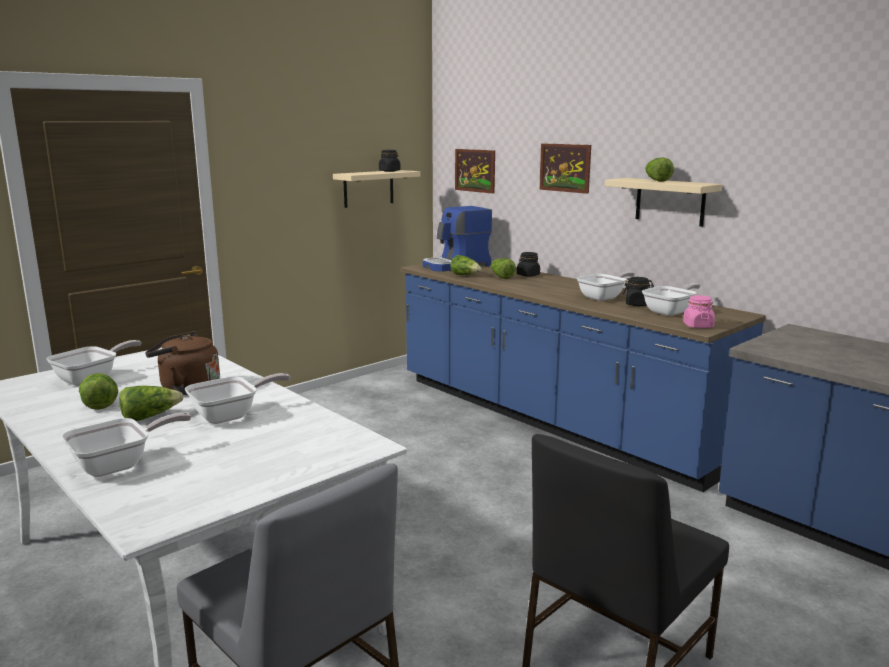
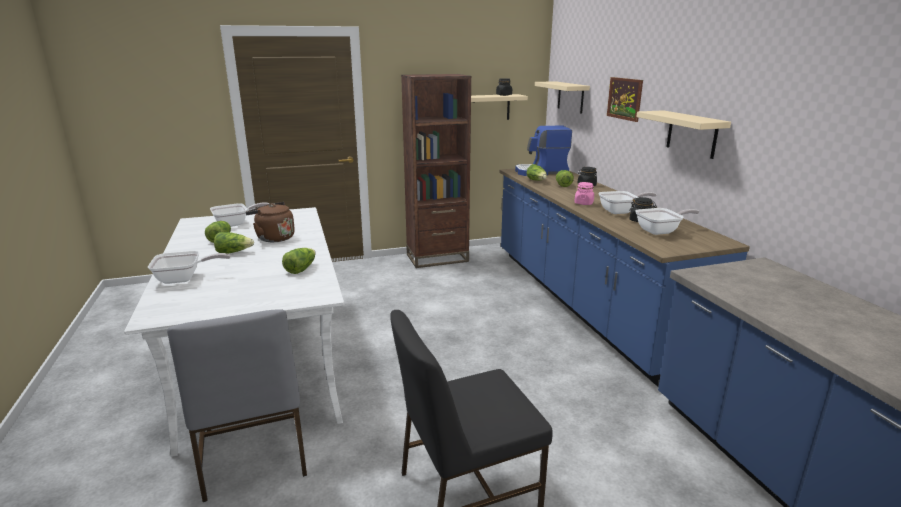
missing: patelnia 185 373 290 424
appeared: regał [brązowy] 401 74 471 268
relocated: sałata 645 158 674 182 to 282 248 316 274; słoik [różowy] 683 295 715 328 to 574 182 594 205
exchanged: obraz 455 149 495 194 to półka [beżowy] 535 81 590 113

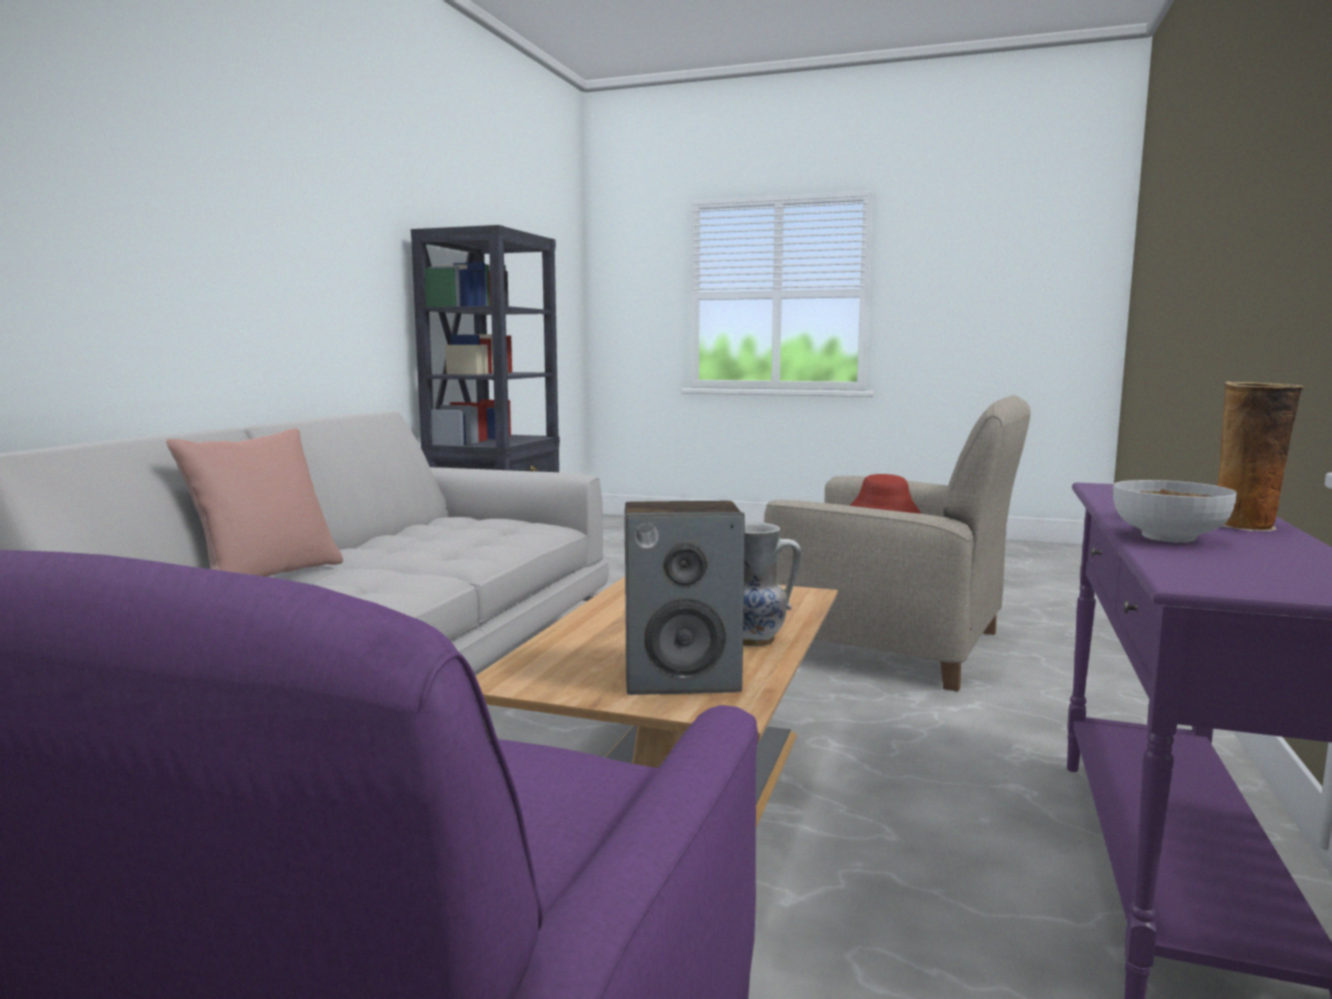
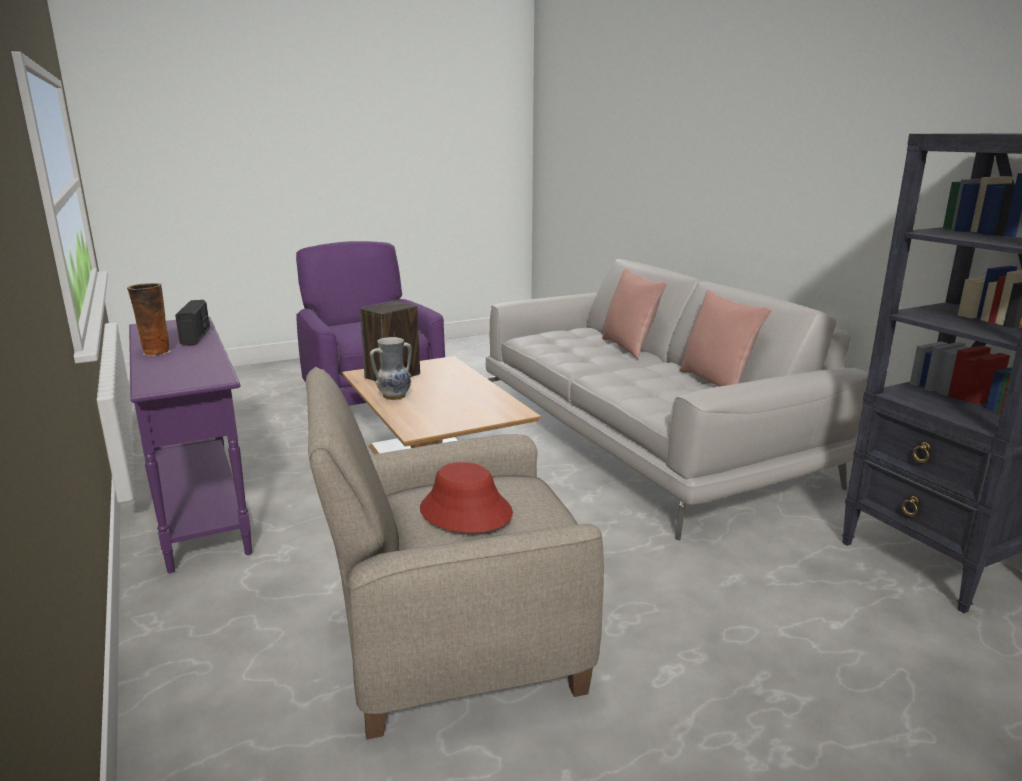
appeared: poduszka [różowy] 680 289 771 387
exchanged: miska 1113 480 1237 543 to radio 175 300 210 346

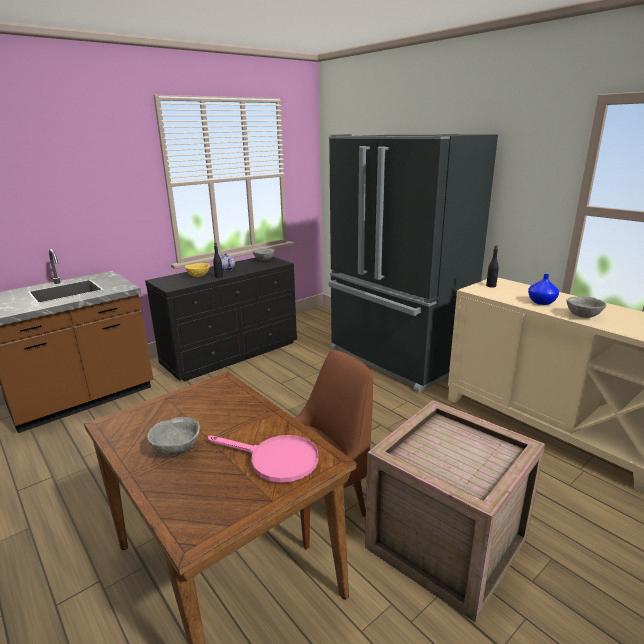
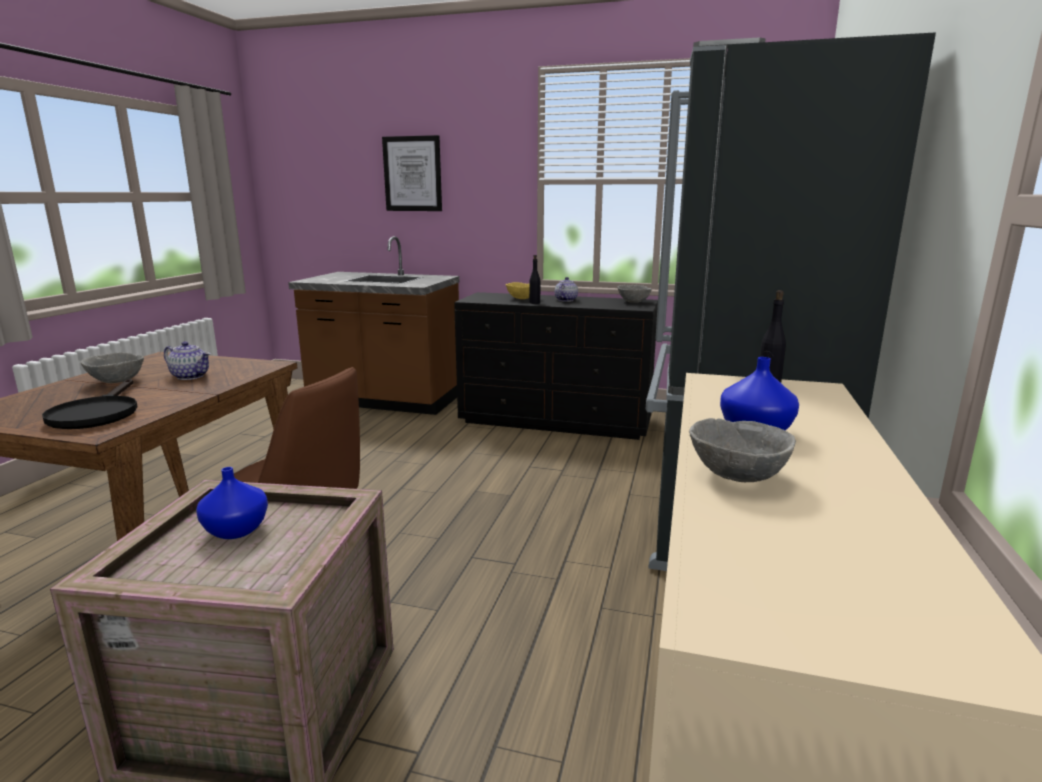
appeared: imbryk 164 341 210 380; wazon [niebieski] 196 467 268 539; obraz 382 135 442 211
colour: patelnia [różowy] 208 435 319 483 to patelnia [czarny] 42 379 138 429

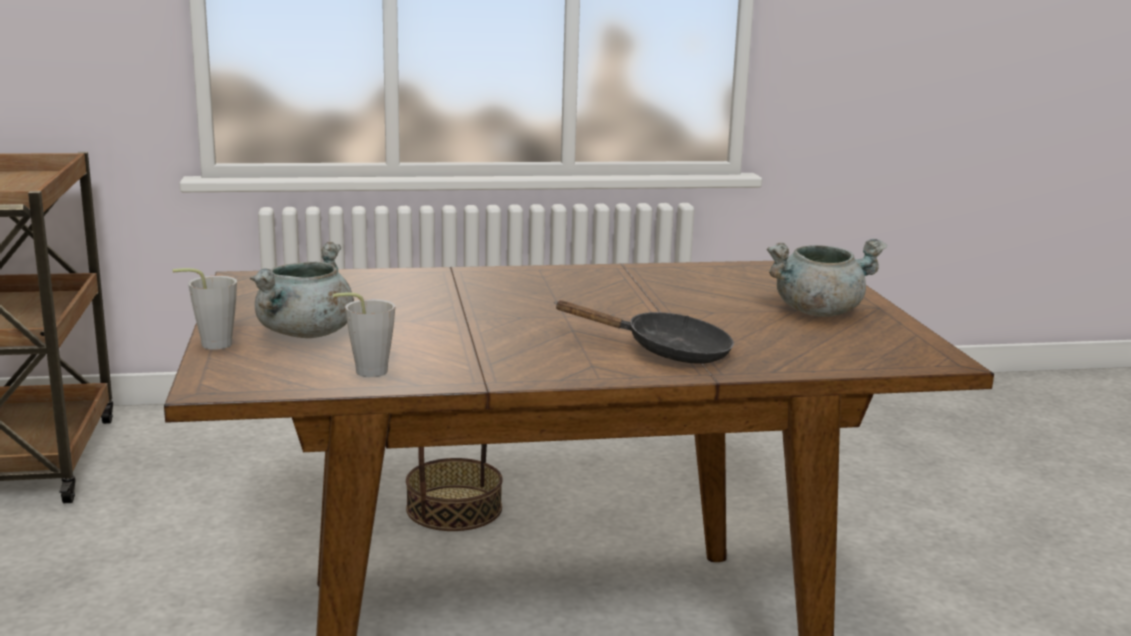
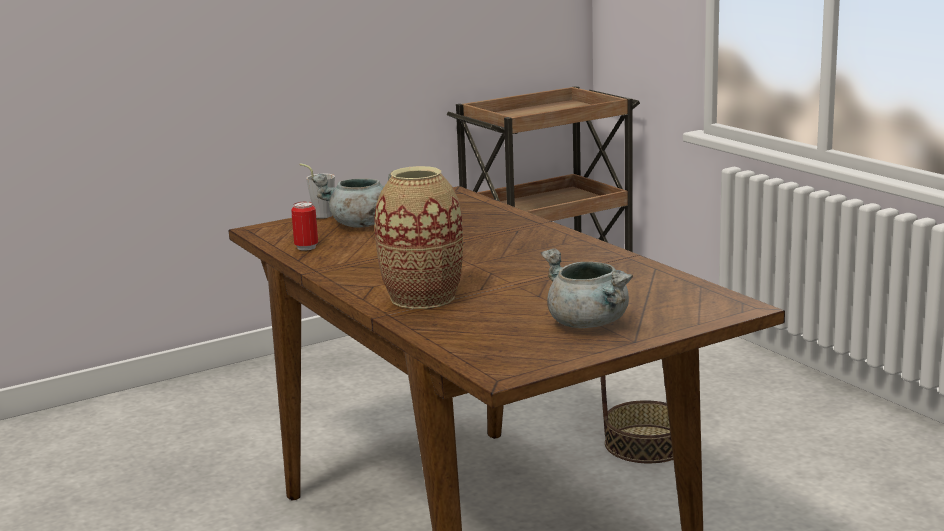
exchanged: filiżanka [szary] 333 292 395 377 to puszka 291 202 318 251; patelnia [czarny] 554 300 734 364 to wazon 374 166 463 309

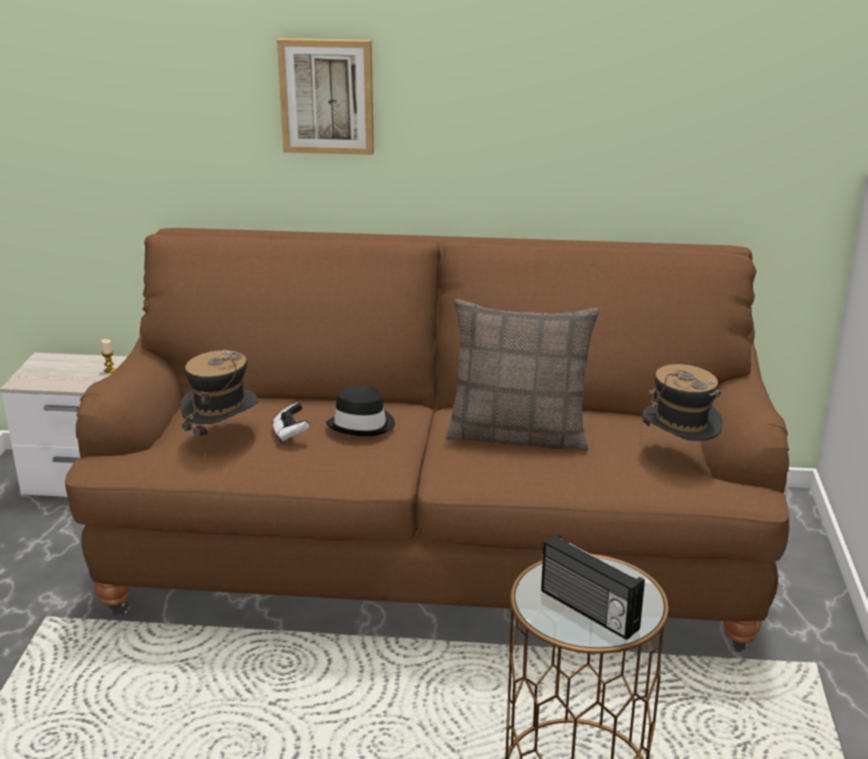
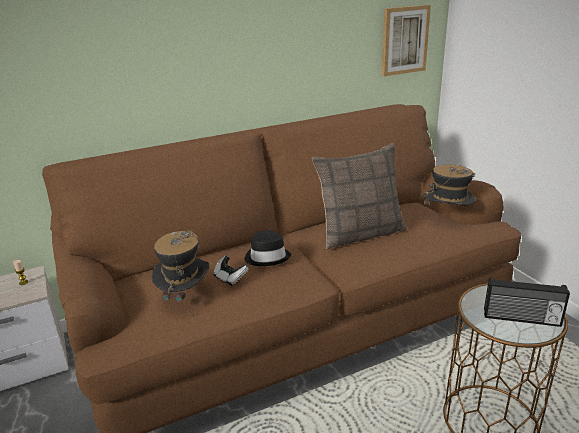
relocated: obraz 277 38 374 155 to 381 5 431 76

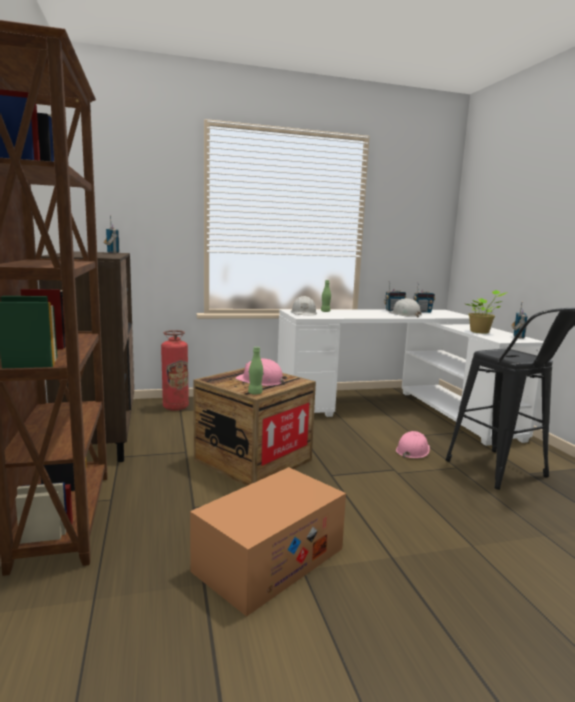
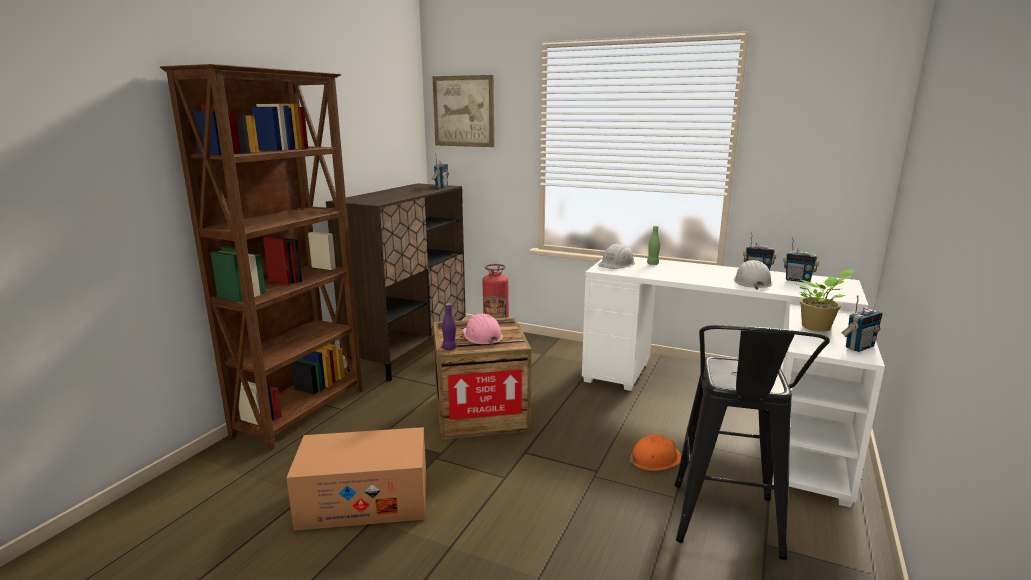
appeared: obraz 432 75 494 147
colour: butelka [zielony] 248 347 263 395 to butelka [fioletowy] 442 304 457 350; kask [różowy] 396 431 430 459 to kask [pomarańczowy] 630 435 682 471

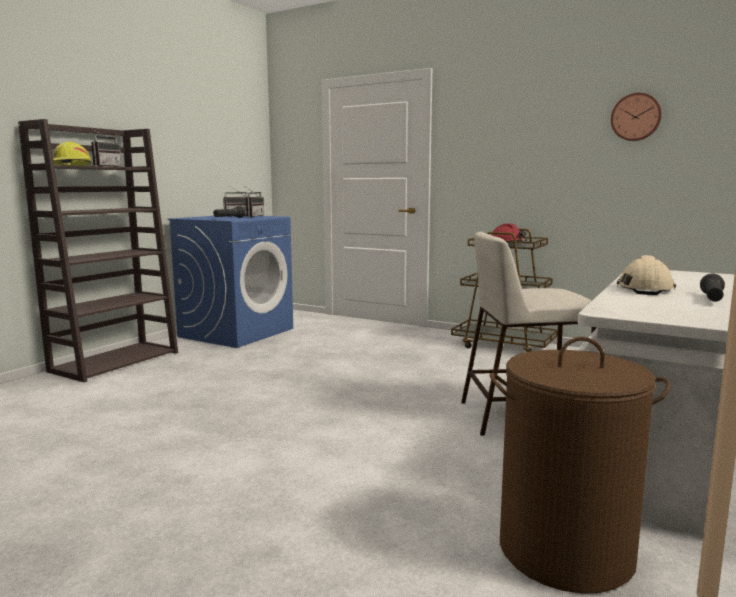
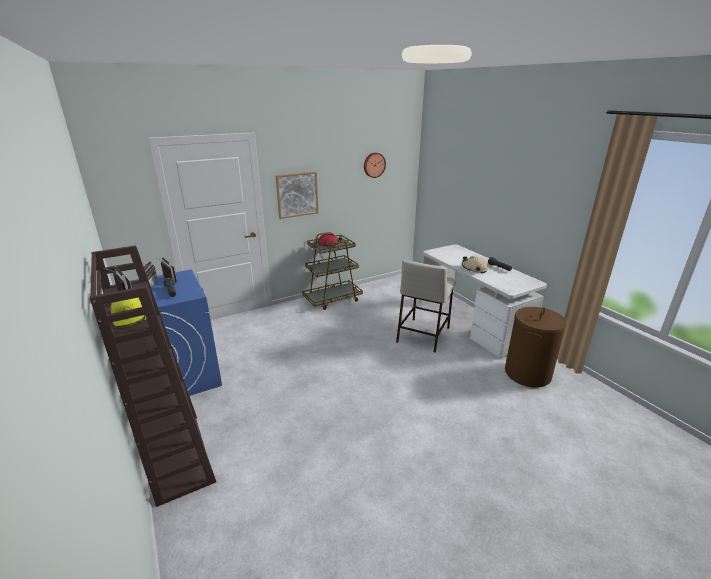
appeared: obraz 276 172 318 219

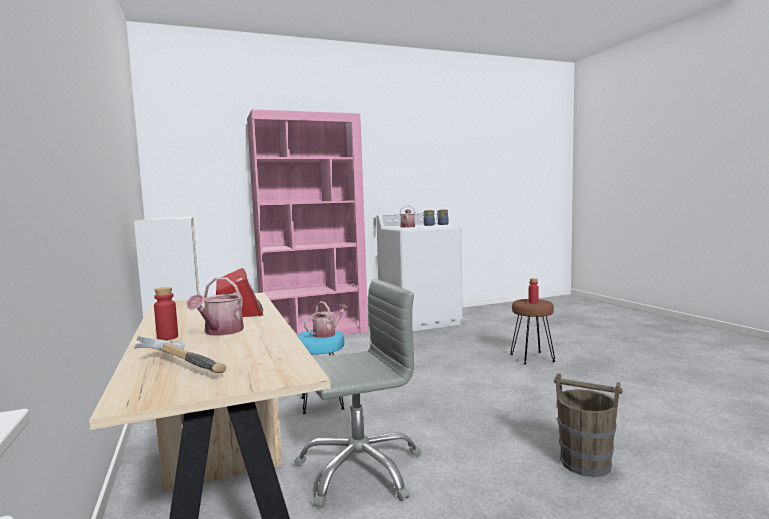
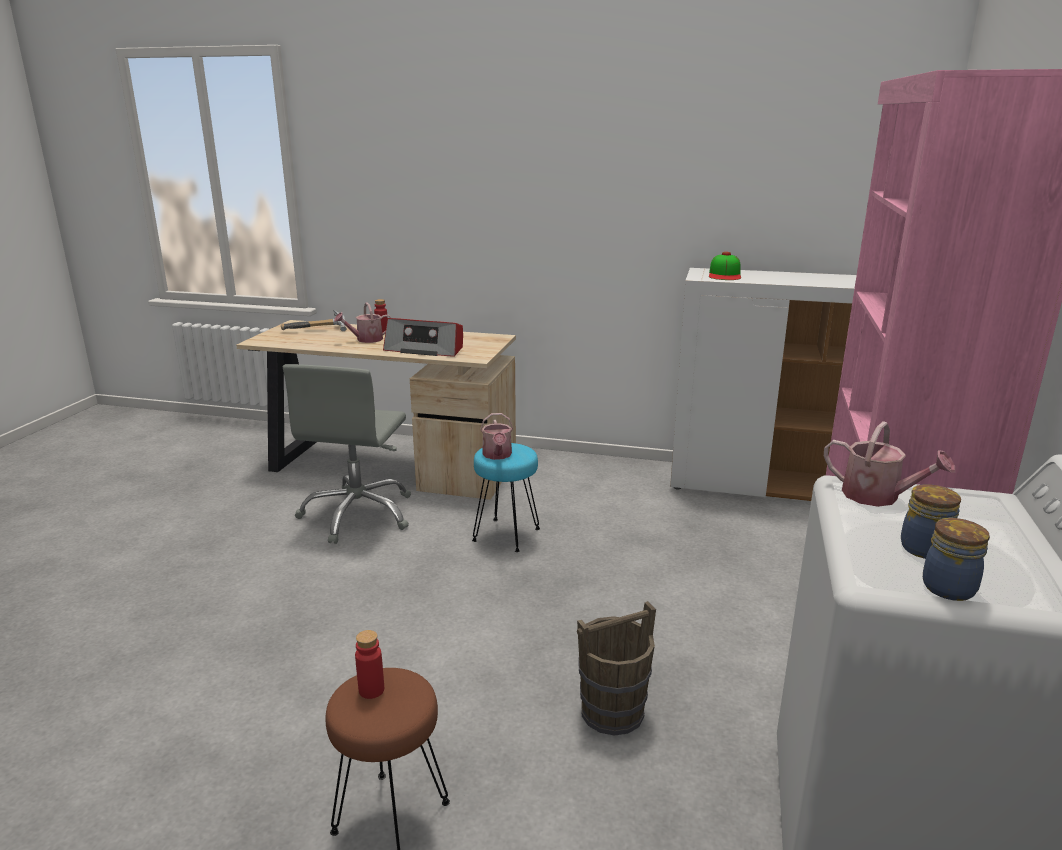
appeared: czapka z daszkiem 709 252 741 280
relocated: wiadro [brązowy] 554 373 623 477 to 577 601 656 736
spun: konewka 187 277 244 336 = 334 302 392 343 75 degrees counterclockwise

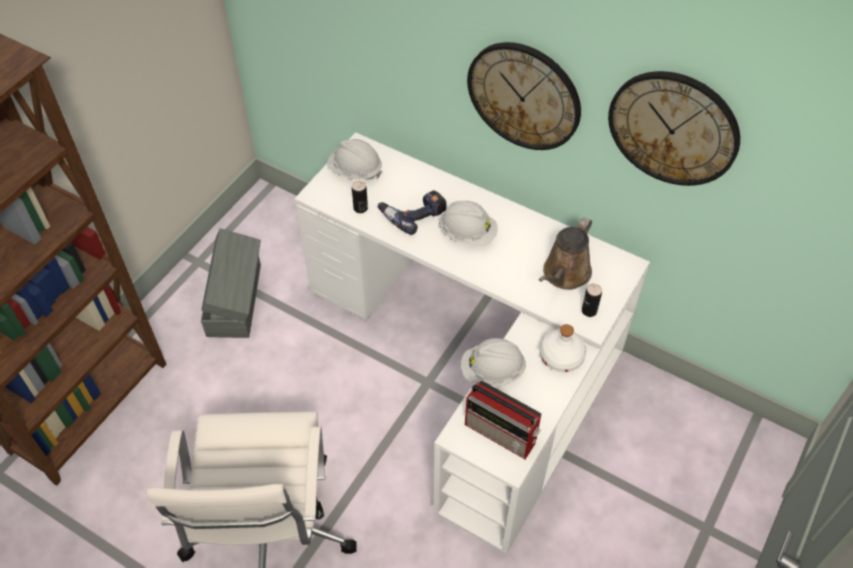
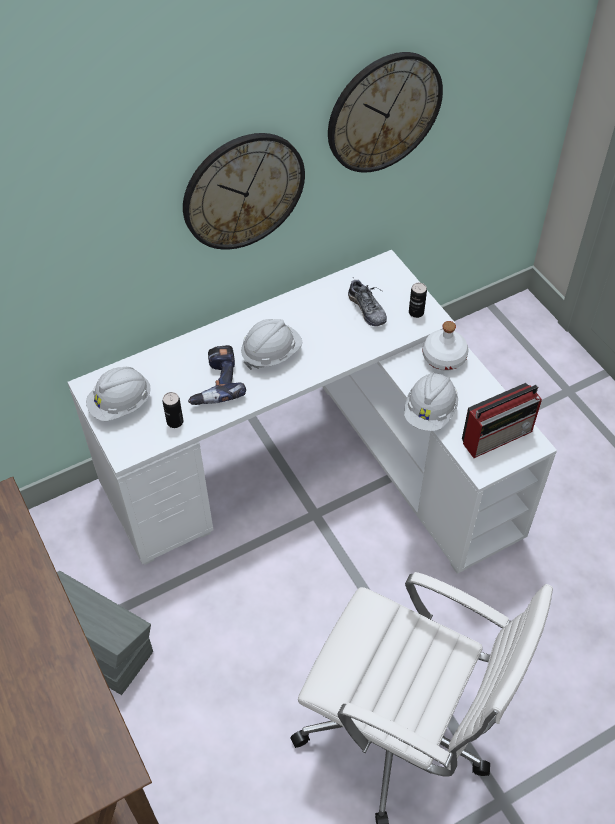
exchanged: konewka [brązowy] 539 217 592 290 to but 348 279 387 326

